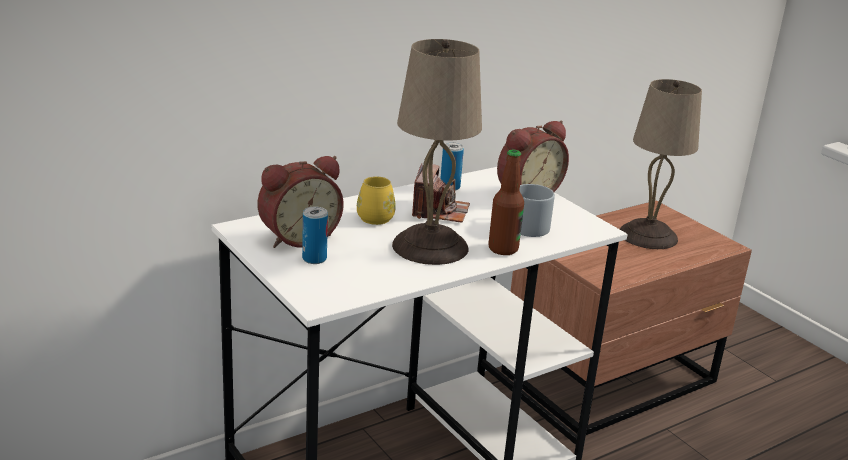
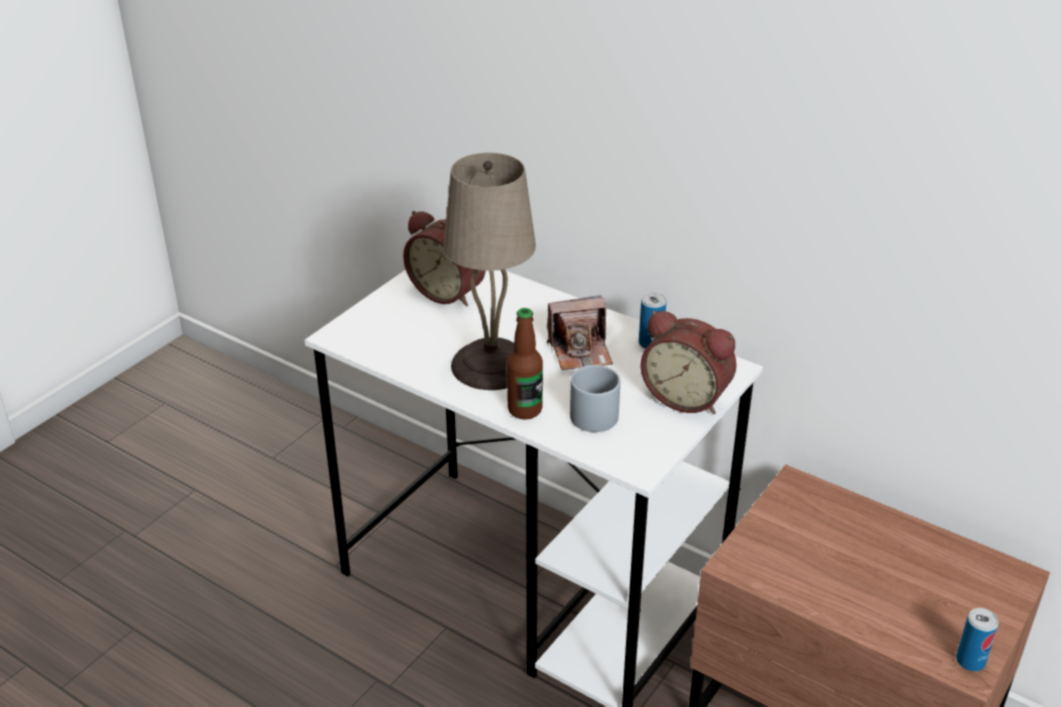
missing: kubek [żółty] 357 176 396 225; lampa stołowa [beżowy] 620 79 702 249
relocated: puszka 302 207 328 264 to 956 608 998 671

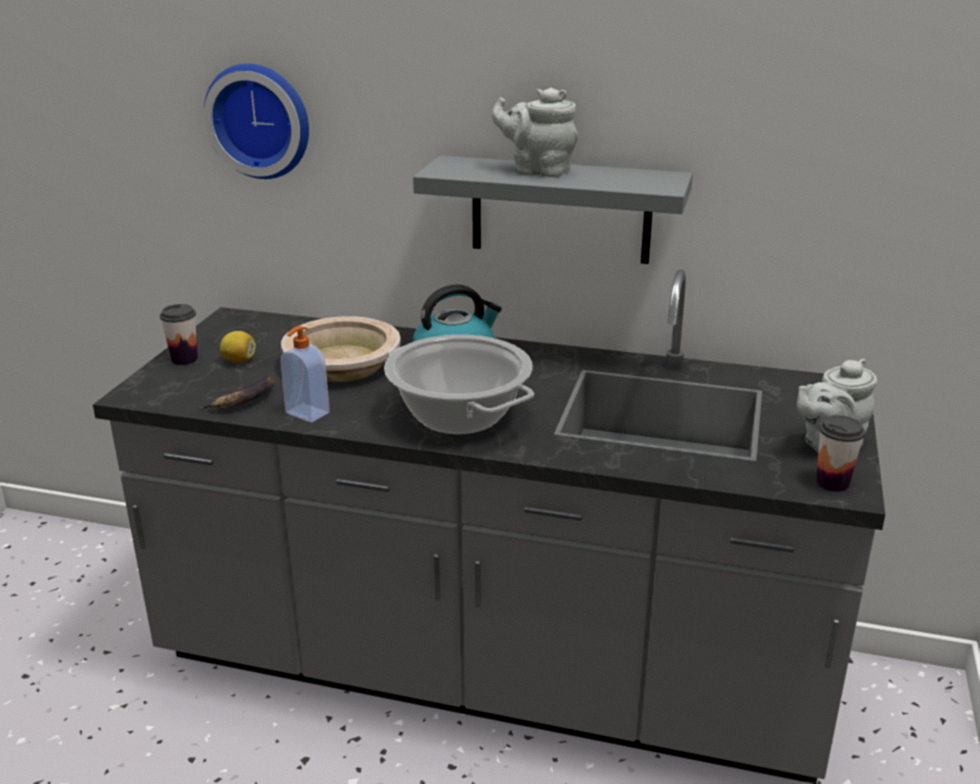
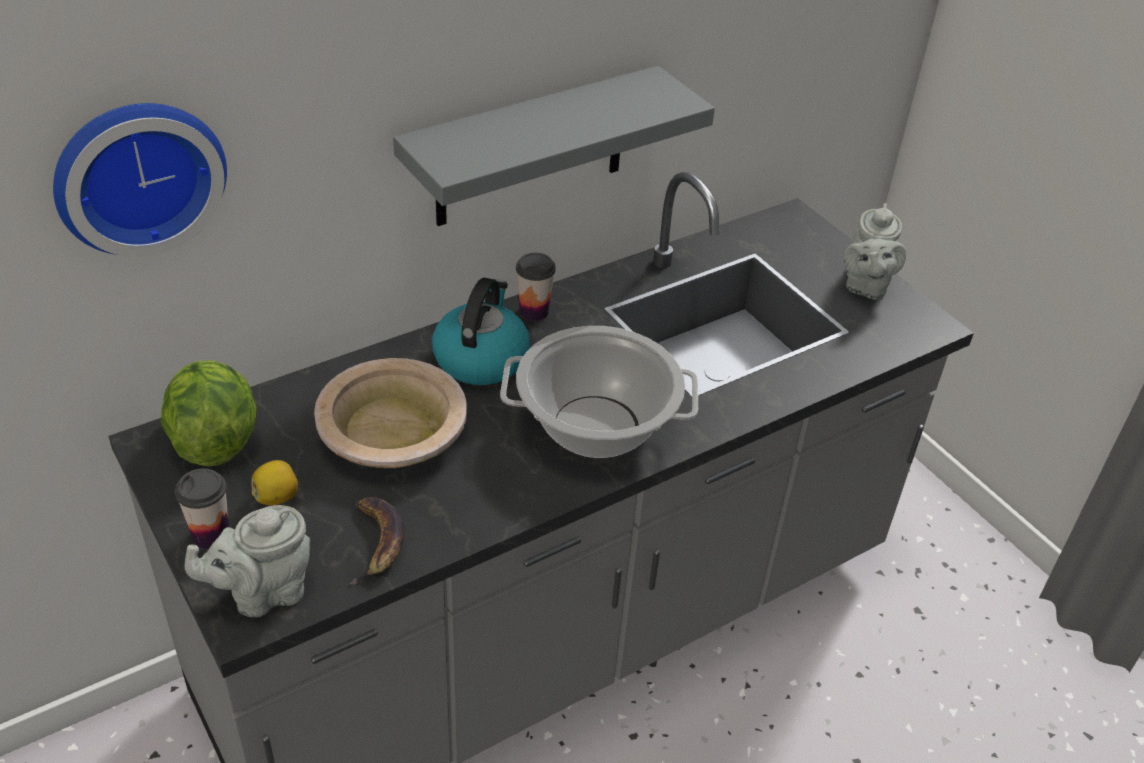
missing: dozownik mydła 280 326 330 422
appeared: sałata 160 360 257 466
relocated: imbryk [szary] 491 87 578 177 to 184 505 310 617; filiżanka 816 415 865 492 to 516 252 556 321

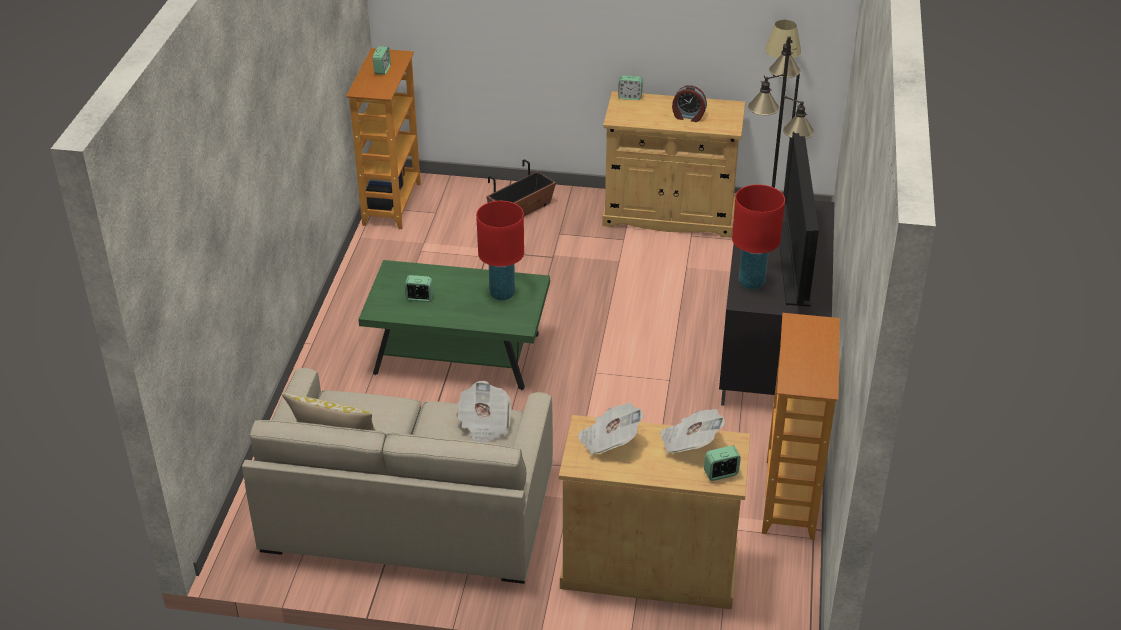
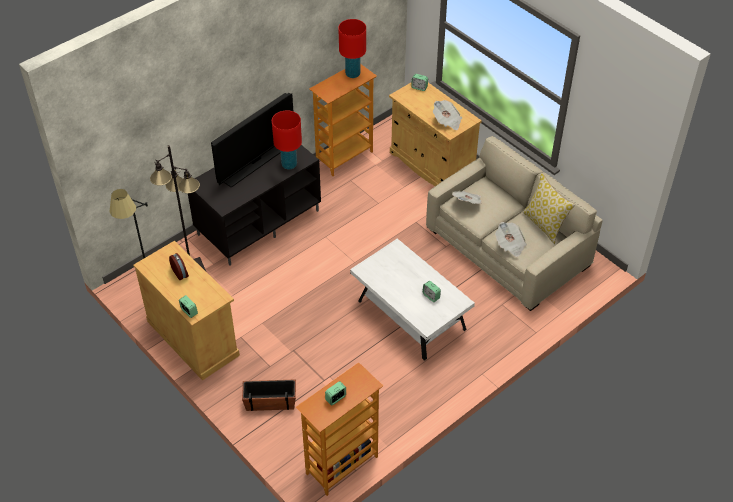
relocated: lampa stołowa [czerwony] 476 201 524 301 to 338 19 366 78; gazeta 660 409 725 453 to 495 222 527 257
colour: ława [zielony] 358 260 550 390 to ława [biały] 350 238 475 361

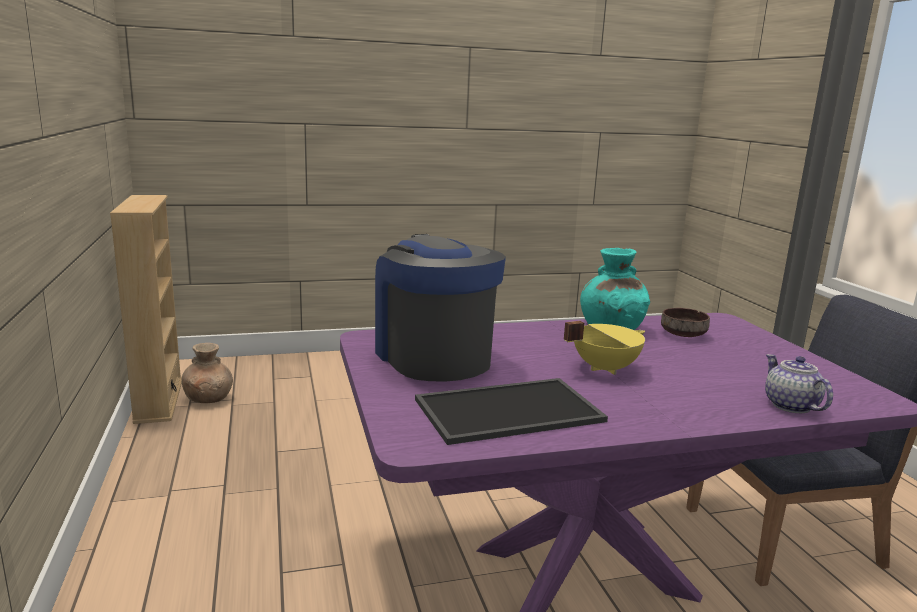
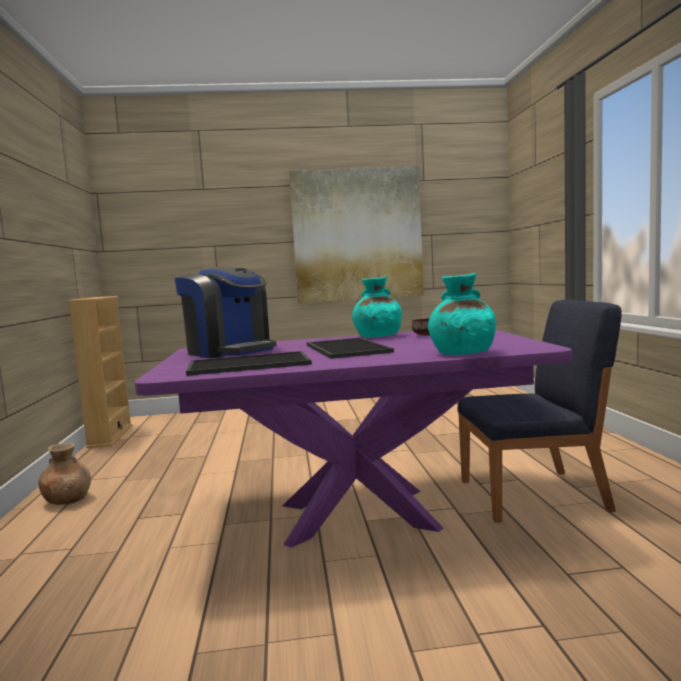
appeared: obraz 289 166 424 303
relocated: wazon [brązowy] 181 343 233 403 to 38 443 91 505
exchanged: garnek [żółty] 564 321 646 375 to taca 307 338 394 359; imbryk 765 354 833 413 to wazon [turkusowy] 428 273 496 355
spun: ekspres do kawy 375 234 506 382 = 175 267 277 358 150 degrees clockwise

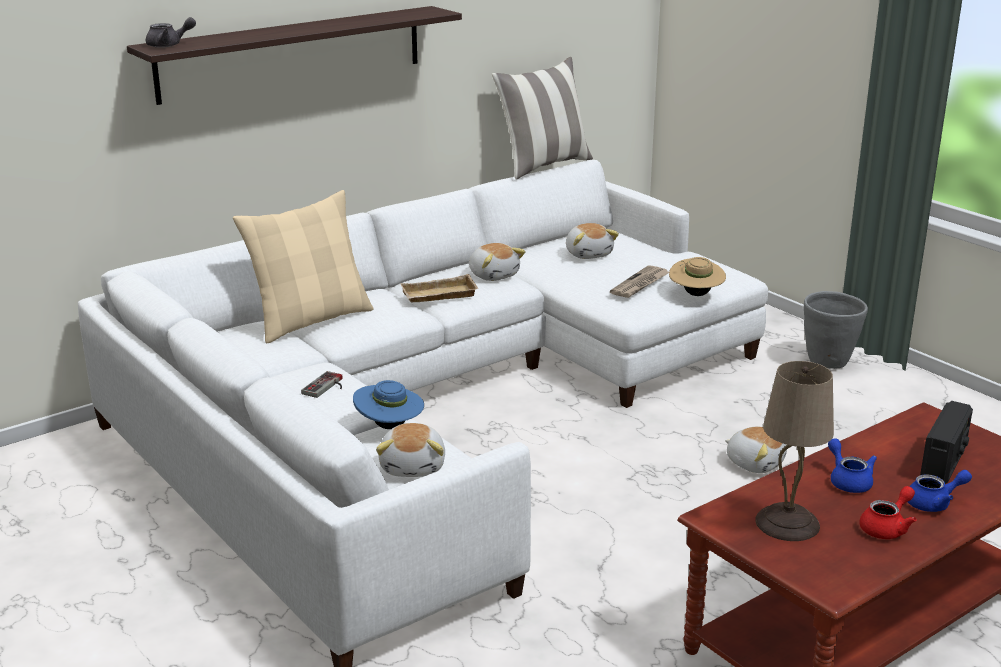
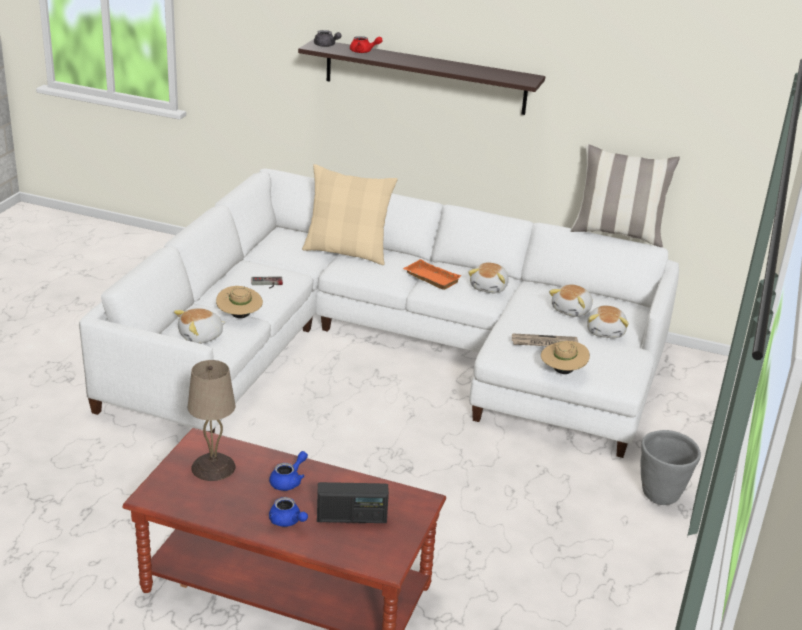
relocated: imbryk [czerwony] 859 486 917 539 to 350 36 383 53; pluszak 725 427 787 473 to 587 306 629 338
colour: kapelusz [niebieski] 353 380 424 429 to kapelusz [beżowy] 216 286 263 318; taca [beżowy] 400 274 479 303 to taca [pomarańczowy] 403 259 462 290

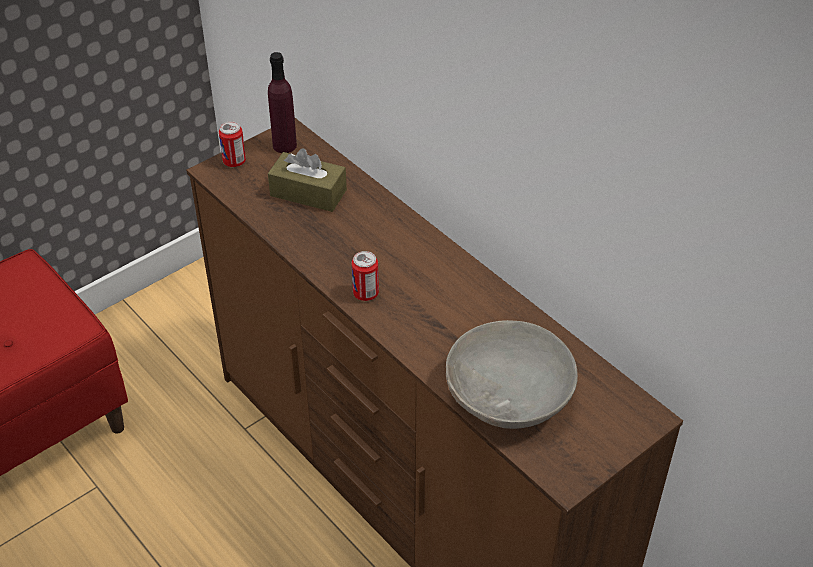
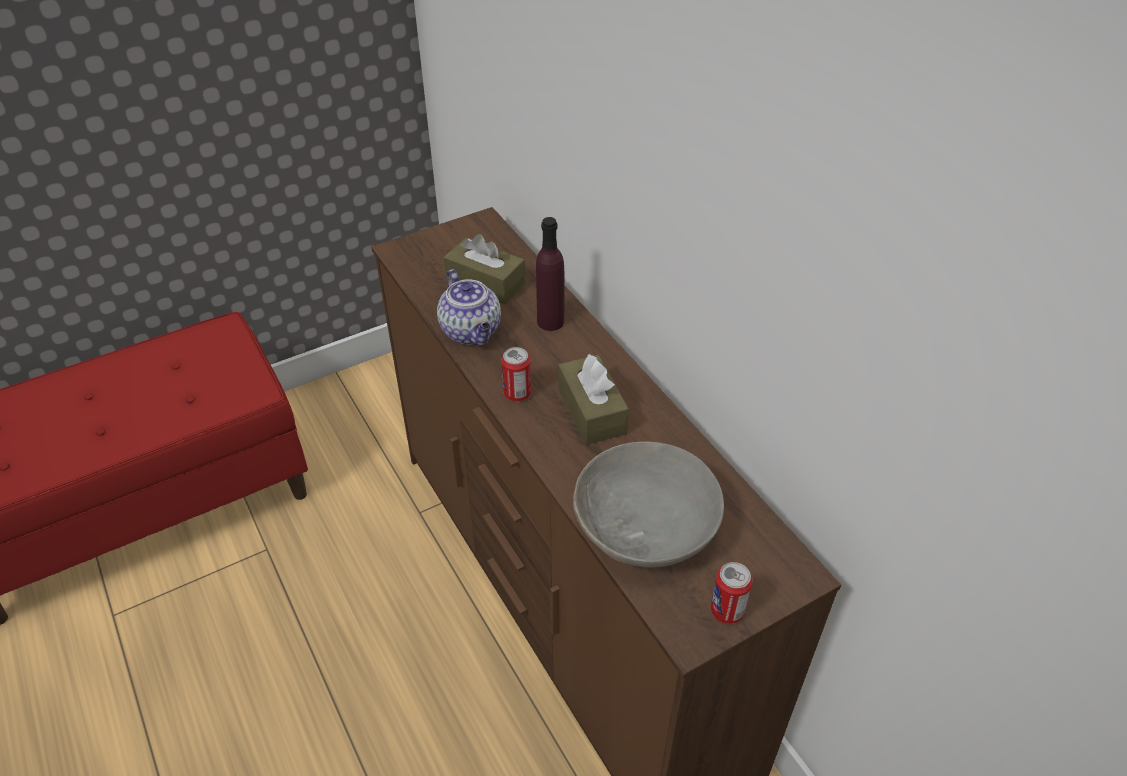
appeared: imbryk 437 269 501 346; pudełko chusteczek [brązowy] 558 354 629 445
relocated: butelka [fioletowy] 268 52 297 153 to 536 217 565 331; puszka 219 121 246 167 to 710 562 753 624

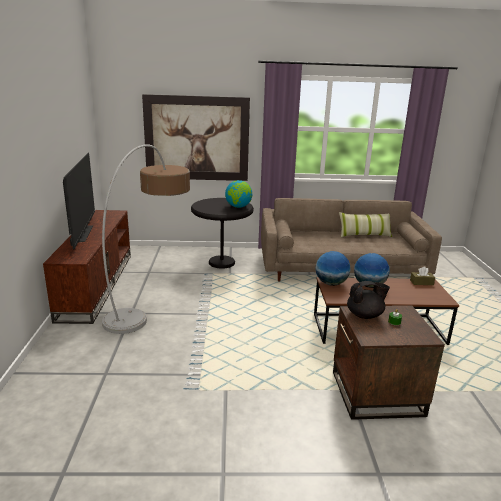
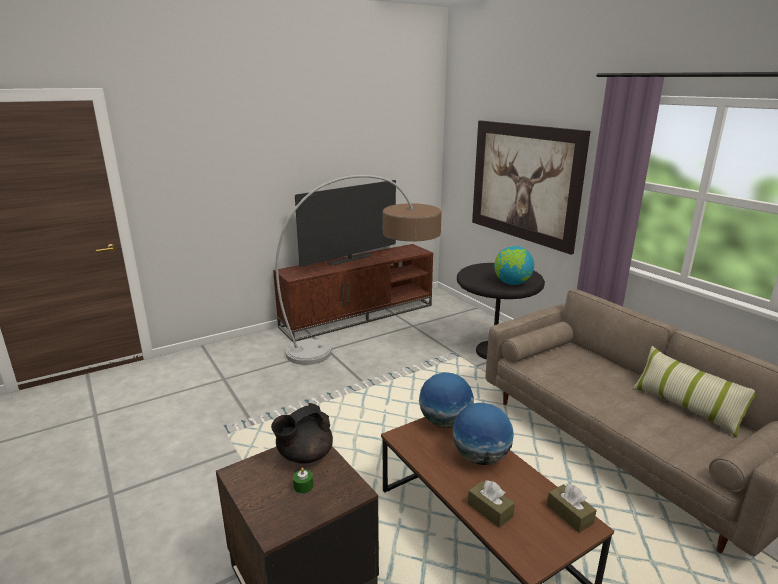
appeared: pudełko chusteczek [brązowy] 468 480 515 528
spun: imbryk [czarny] 347 281 390 319 = 271 403 333 464 90 degrees clockwise

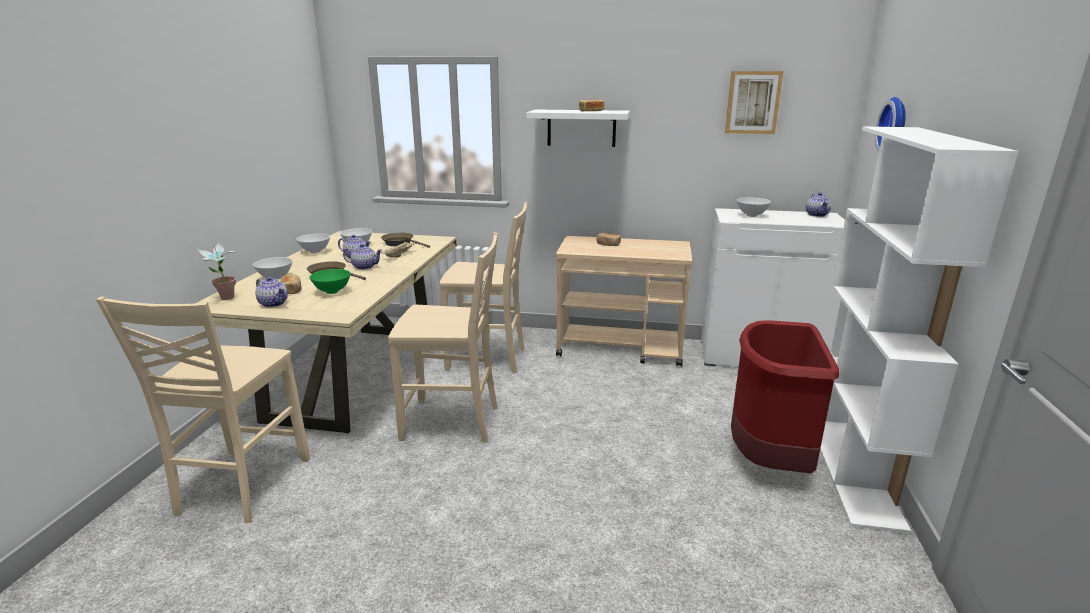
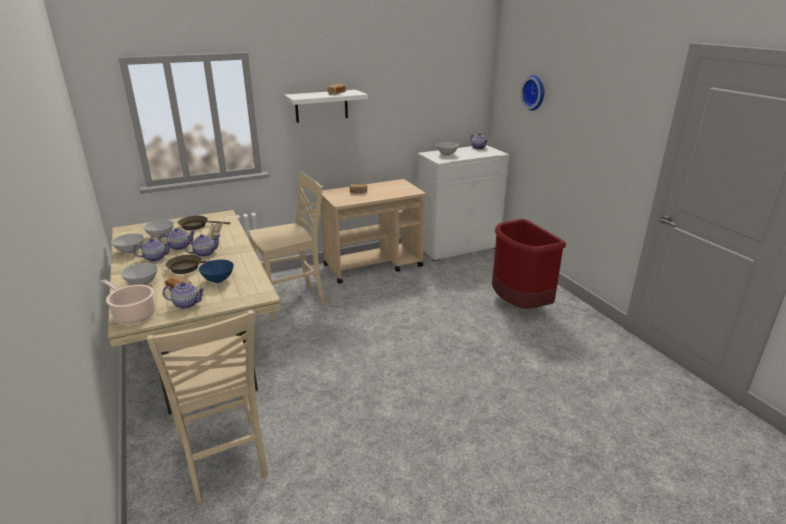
missing: krzesło [beżowy] 388 232 498 443; obraz 725 71 783 134; regał [biały] 820 126 1018 534
appeared: imbryk 133 238 172 262
exchanged: roślina doniczkowa 197 242 236 300 to garnek 101 279 155 324
colour: miska [zielony] 310 269 350 294 to miska [niebieski] 199 260 234 283

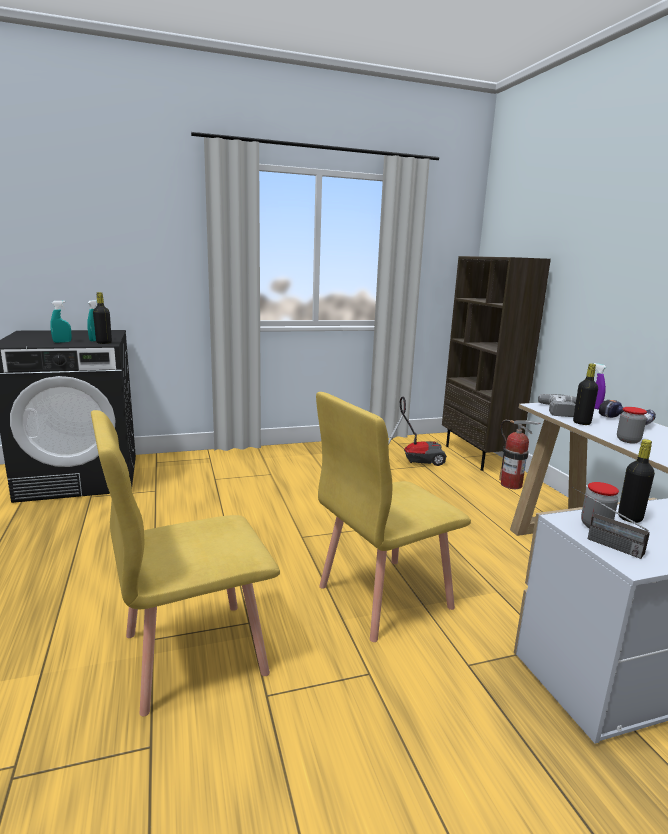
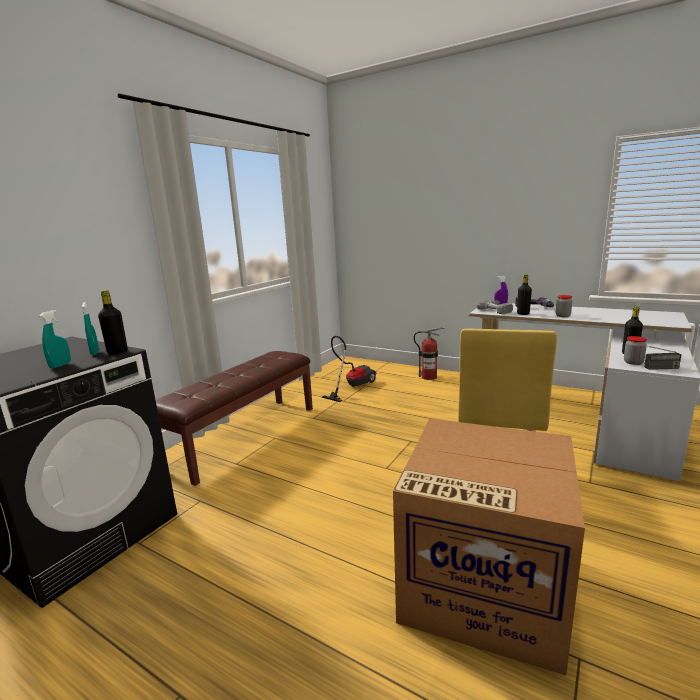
missing: regał [brązowy] 442 256 551 471
appeared: ławka [brązowy] 156 351 313 486
exchanged: krzesło [żółty] 91 410 280 716 to karton 393 418 585 675

